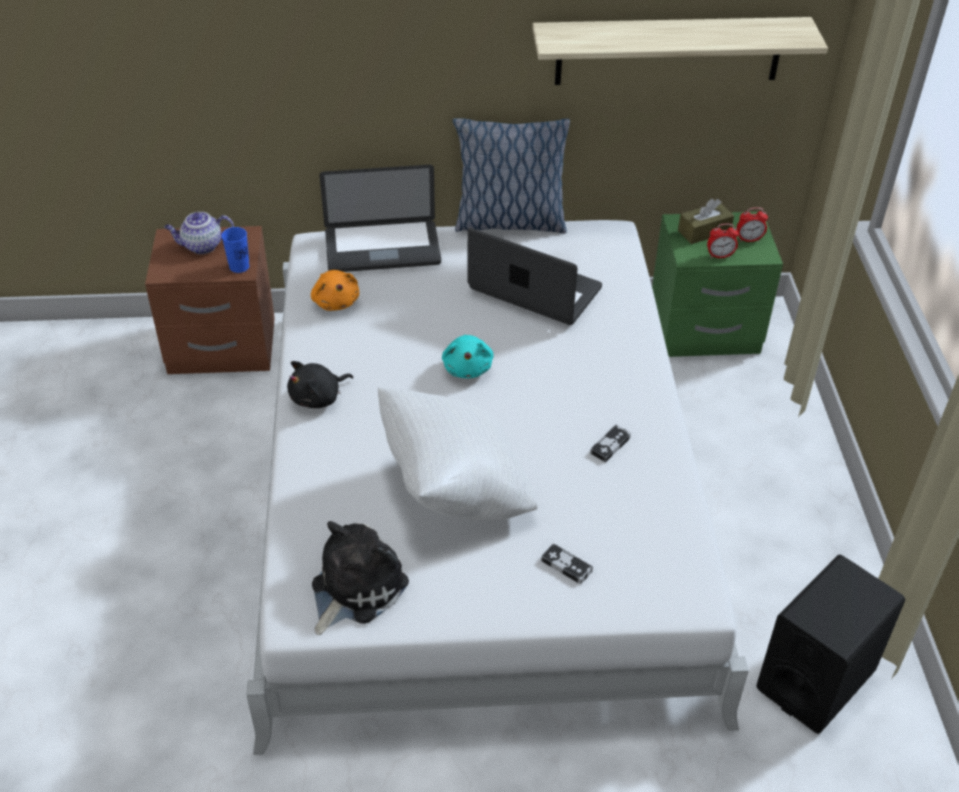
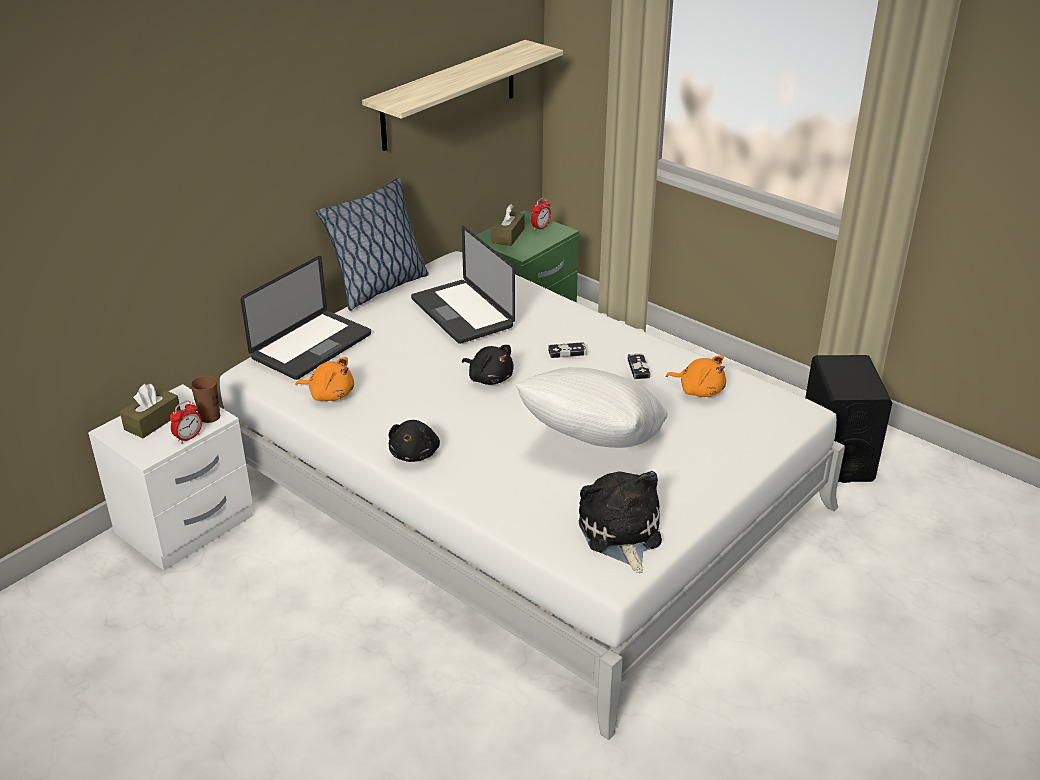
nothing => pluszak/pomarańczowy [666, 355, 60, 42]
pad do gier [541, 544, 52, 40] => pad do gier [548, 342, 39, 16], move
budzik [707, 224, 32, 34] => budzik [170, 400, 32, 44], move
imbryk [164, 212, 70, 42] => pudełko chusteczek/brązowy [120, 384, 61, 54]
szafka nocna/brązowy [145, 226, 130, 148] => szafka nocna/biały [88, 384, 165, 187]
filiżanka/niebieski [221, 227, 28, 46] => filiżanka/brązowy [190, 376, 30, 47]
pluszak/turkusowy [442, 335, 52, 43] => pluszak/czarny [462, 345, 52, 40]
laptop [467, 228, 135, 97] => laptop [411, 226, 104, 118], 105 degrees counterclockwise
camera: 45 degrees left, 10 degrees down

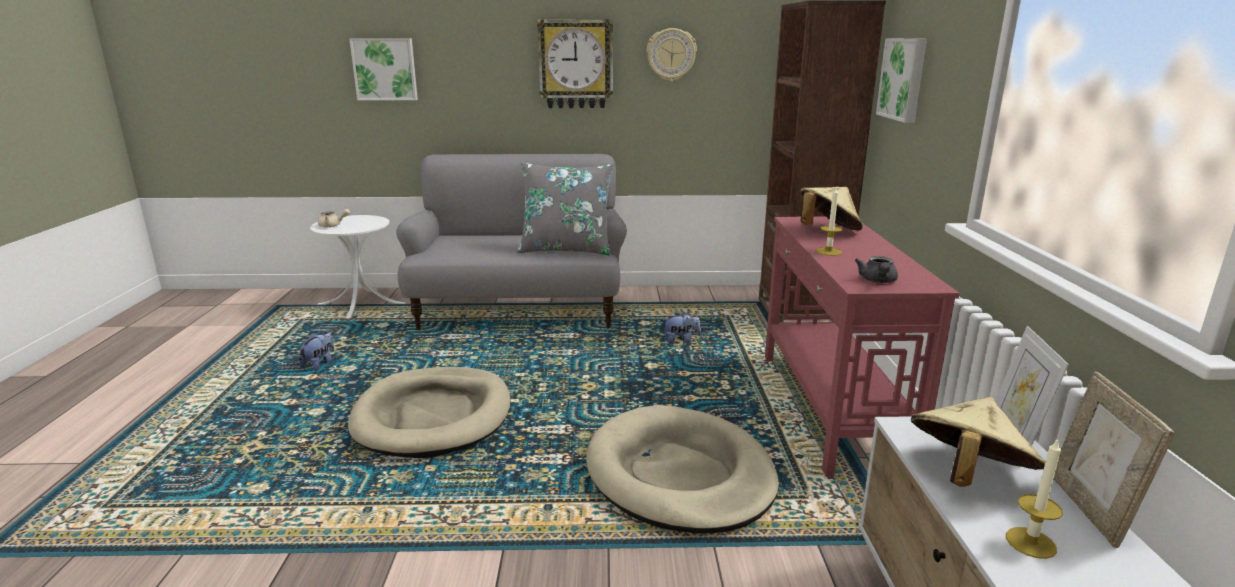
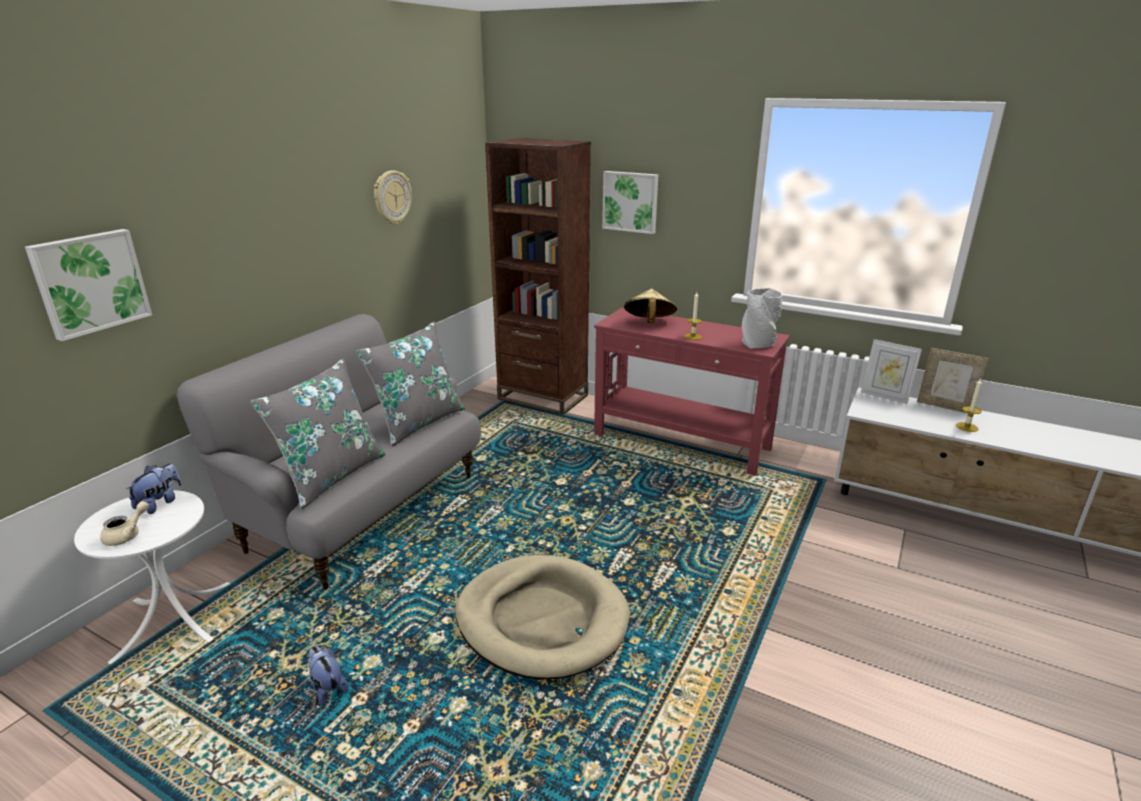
zegar ścienny [537, 19, 76, 89] => nothing
legowisko/beżowy [586, 405, 193, 128] => nothing
kapelusz/beżowy [911, 397, 135, 90] => nothing
nothing => poduszka/szary [251, 358, 134, 151]
pluszak [662, 312, 39, 32] => pluszak [127, 464, 55, 50], move
imbryk/szary [855, 256, 43, 27] => wazon/szary [742, 288, 40, 60]
camera: 60 degrees left, 5 degrees up

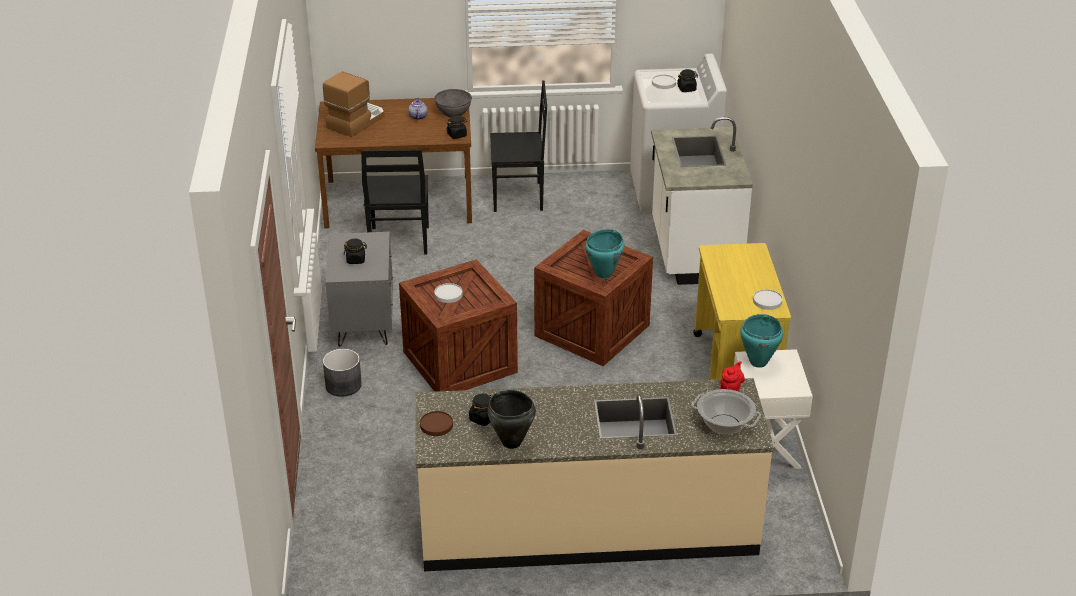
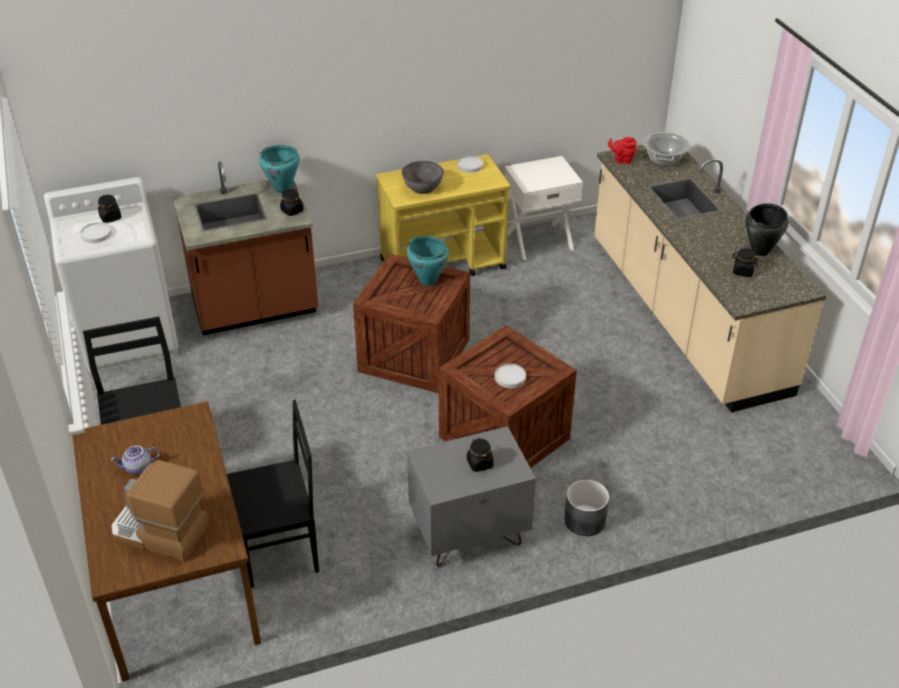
talerz/brązowy [420, 411, 33, 25] => nothing
miska/szary [434, 89, 38, 28] => miska/szary [402, 161, 42, 33], move
słoik/czarny [447, 115, 20, 24] => słoik/czarny [280, 189, 23, 27], move
garnek/turkusowy [740, 314, 43, 54] => garnek/turkusowy [259, 145, 41, 48], move
zabudowa kuchenna/biały [651, 117, 102, 168] => zabudowa kuchenna/brązowy [172, 161, 147, 174]
camera: 105 degrees left, 5 degrees up

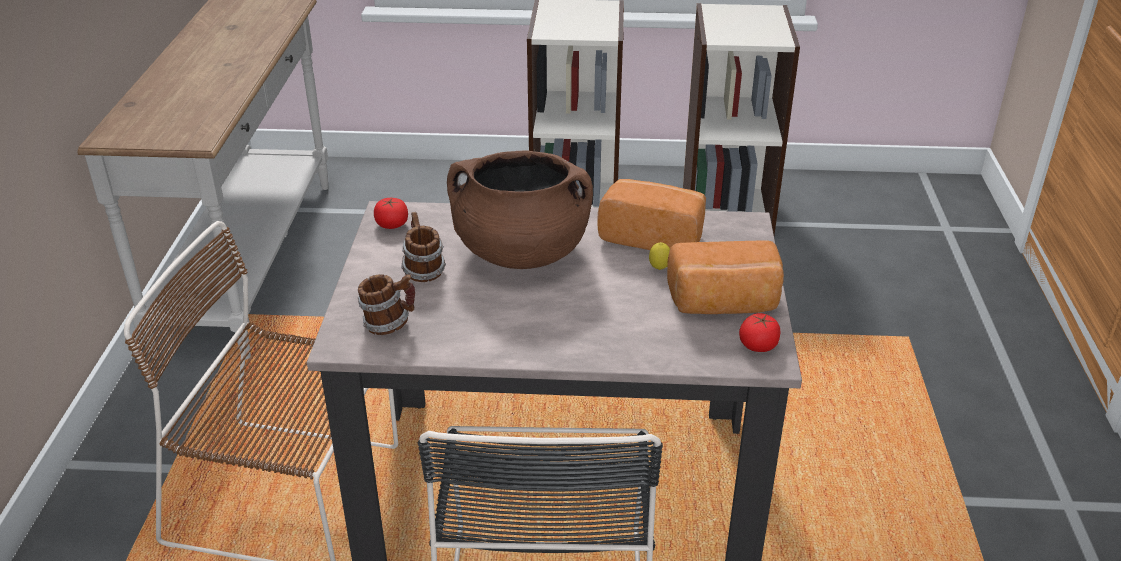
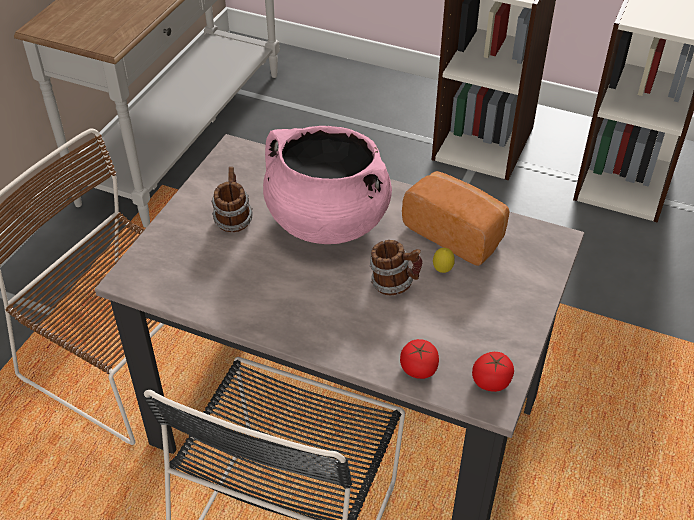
chleb [667, 240, 117, 74] => nothing
kubek [358, 274, 57, 61] => kubek [370, 240, 52, 56], move
pomidor [374, 197, 34, 32] => pomidor [400, 339, 39, 40], move
garnek/brązowy [447, 151, 146, 118] => garnek/różowy [263, 126, 129, 118]
camera: 20 degrees right, 10 degrees up

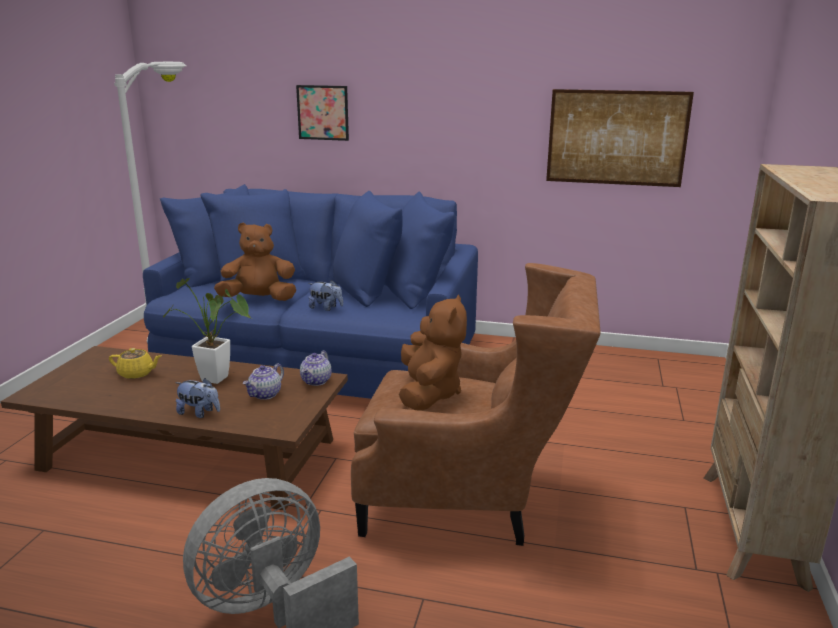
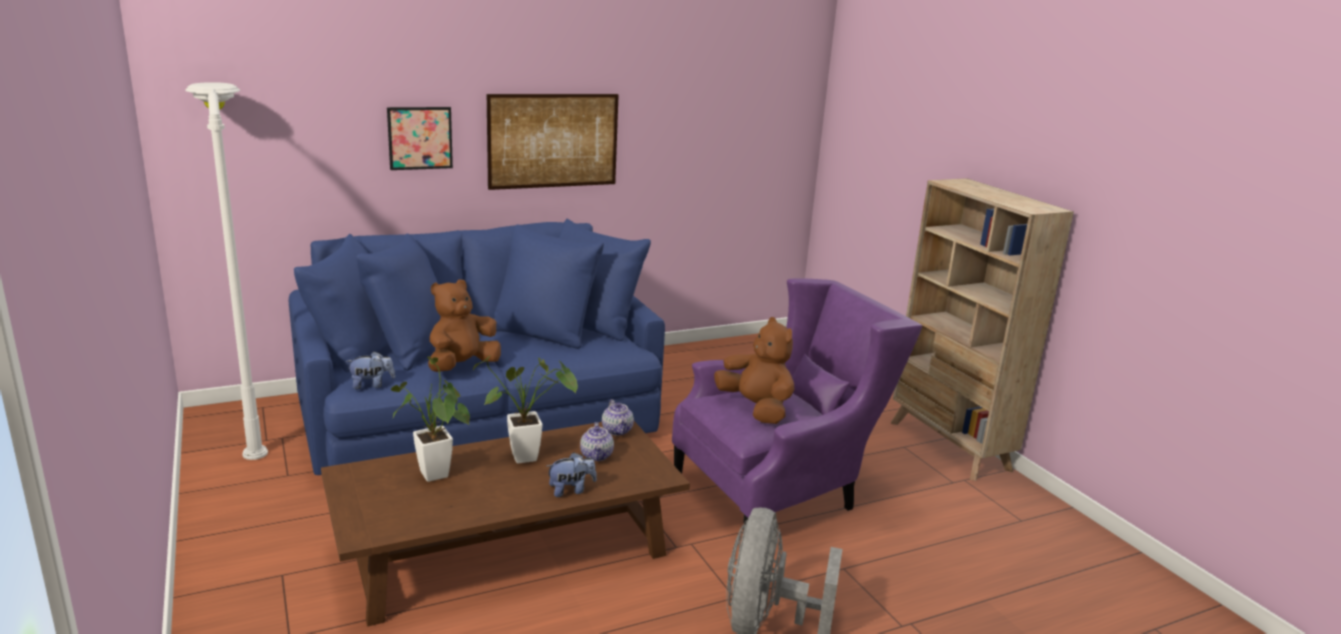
pluszak [308, 280, 35, 31] => pluszak [346, 351, 49, 38], move
obraz [546, 89, 148, 98] => obraz [487, 94, 132, 96], move
imbryk/żółty [109, 348, 53, 31] => roślina doniczkowa [391, 357, 79, 125]
fotel/brązowy [351, 263, 250, 283] => fotel/fioletowy [672, 278, 250, 252]
camera: 40 degrees left, 0 degrees up

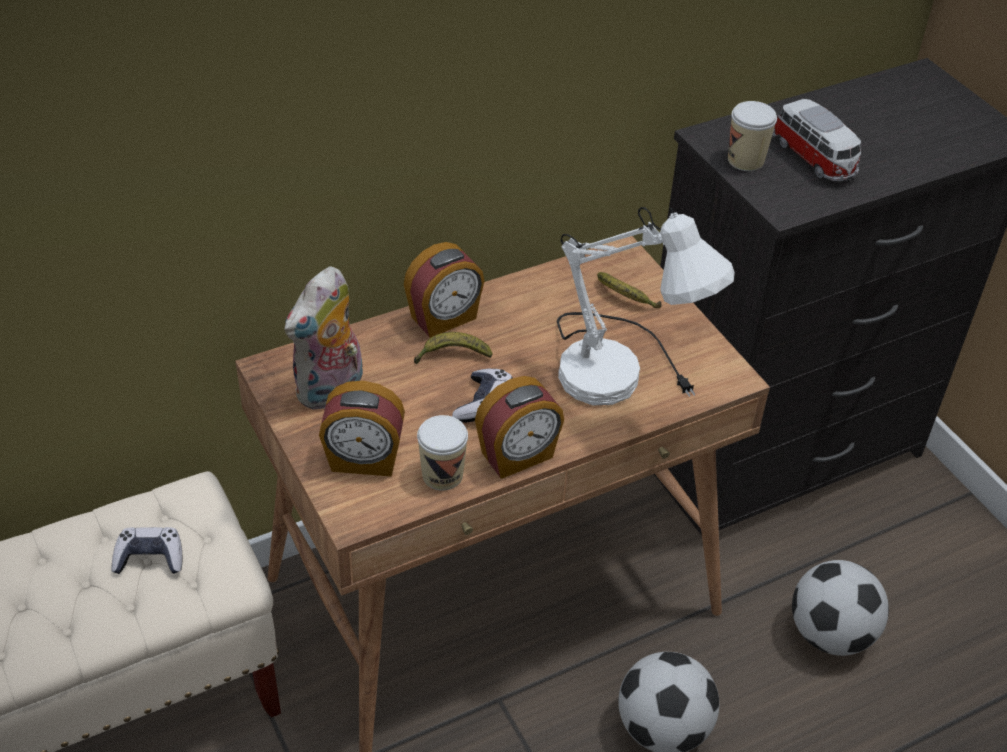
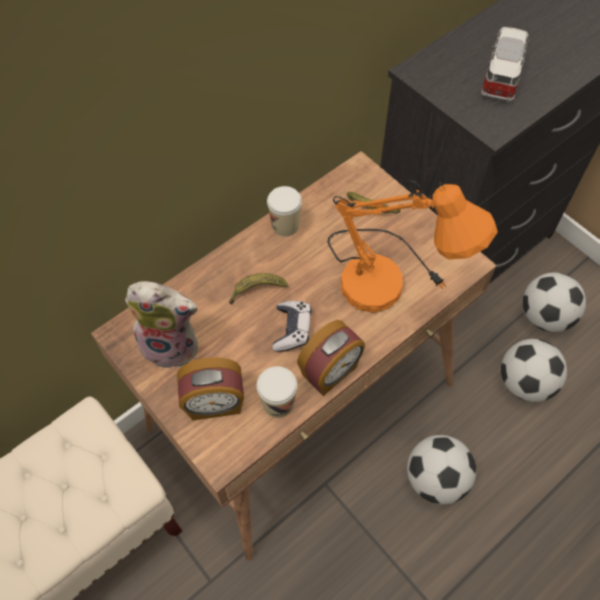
pad do gier [111, 527, 72, 47] => nothing
budzik [404, 242, 80, 96] => nothing
nothing => piłka futbolowa [523, 272, 63, 60]
filiżanka [728, 101, 49, 70] => filiżanka [267, 186, 35, 51], move
lampa stołowa/biały [557, 207, 178, 198] => lampa stołowa/pomarańczowy [327, 180, 171, 133]
pluszak [284, 267, 79, 143] => pluszak [125, 281, 73, 87], 105 degrees counterclockwise
samochodzik [772, 99, 89, 82] => samochodzik [481, 27, 49, 75], 120 degrees counterclockwise
camera: 10 degrees left, 15 degrees up

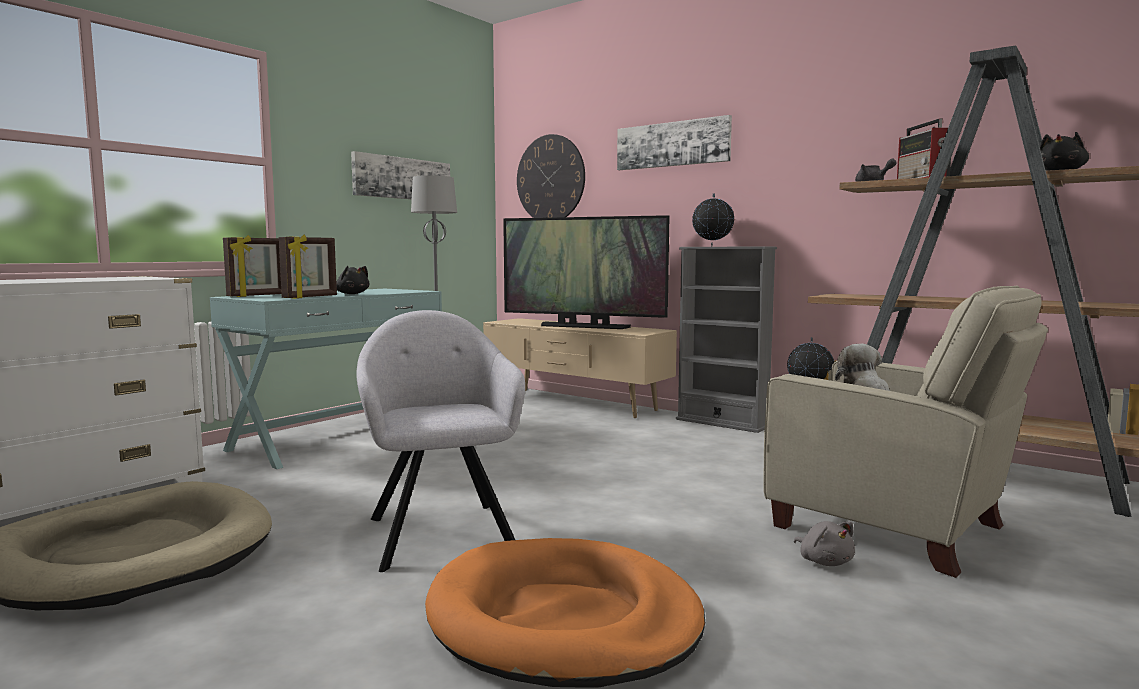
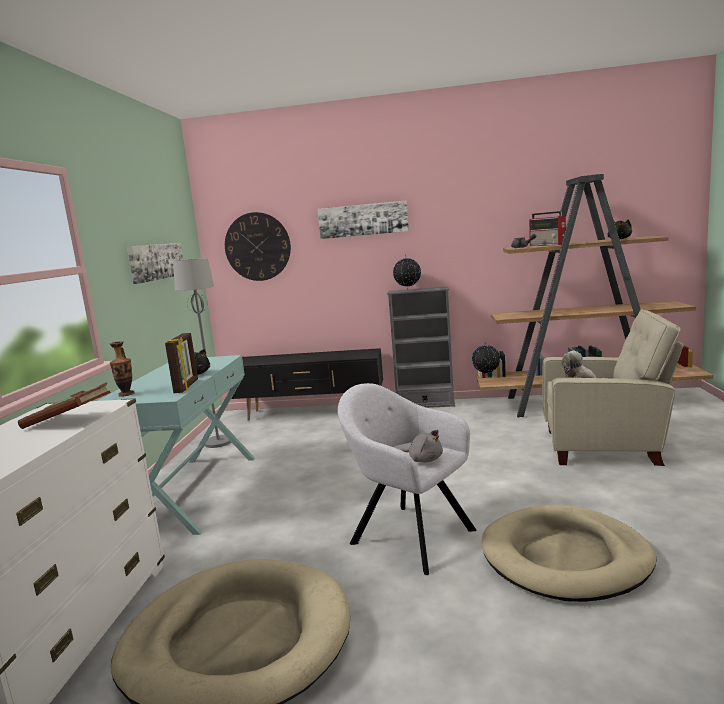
telewizor [503, 215, 167, 114] => nothing
nothing => książka/brązowy [18, 383, 93, 46]
pluszak/szary [794, 521, 61, 45] => pluszak/szary [400, 430, 43, 32], move
ramka na zdjęcie [223, 235, 58, 62] => wazon [110, 341, 25, 56]
legowisko/pomarańczowy [425, 538, 280, 150] => legowisko/beżowy [482, 505, 174, 97]
szafka pod telewizor/beżowy [483, 318, 194, 100] => szafka pod telewizor/czarny [231, 348, 152, 73]
camera: 30 degrees left, 5 degrees up

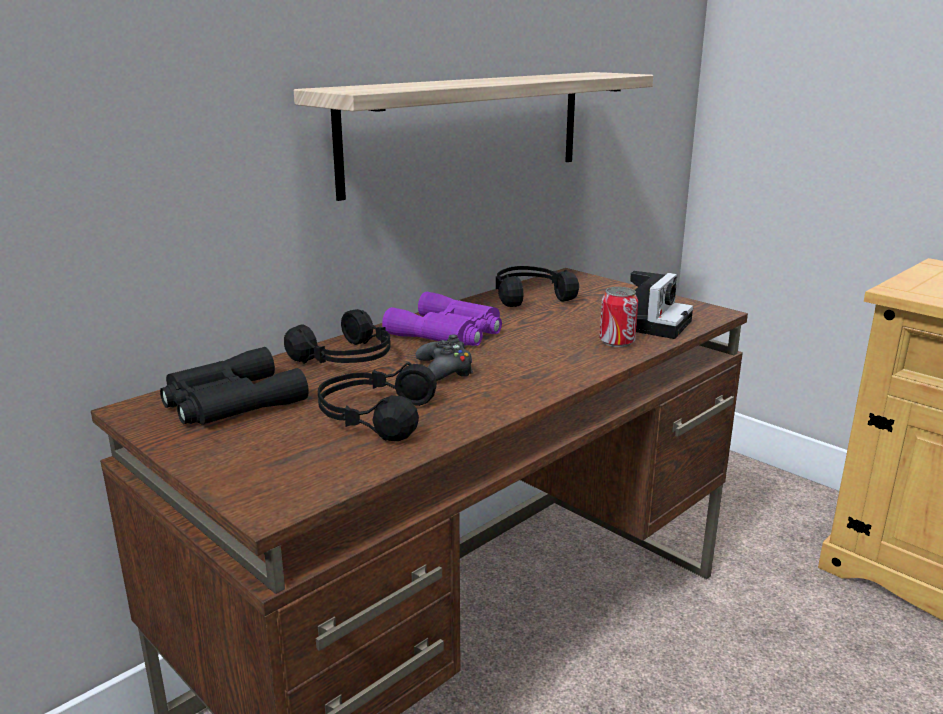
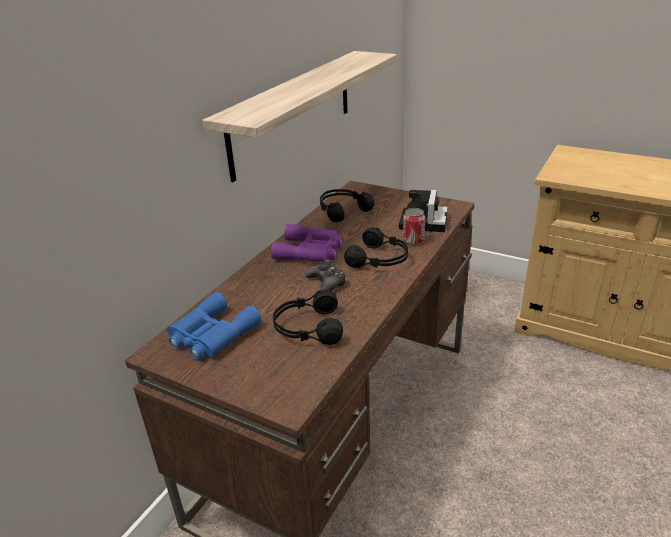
słuchawki/czarny [284, 309, 107, 55] => słuchawki/czarny [344, 227, 64, 41], move
lornetka/czarny [160, 347, 149, 78] => lornetka/niebieski [167, 292, 94, 67]
camera: 15 degrees left, 10 degrees up

